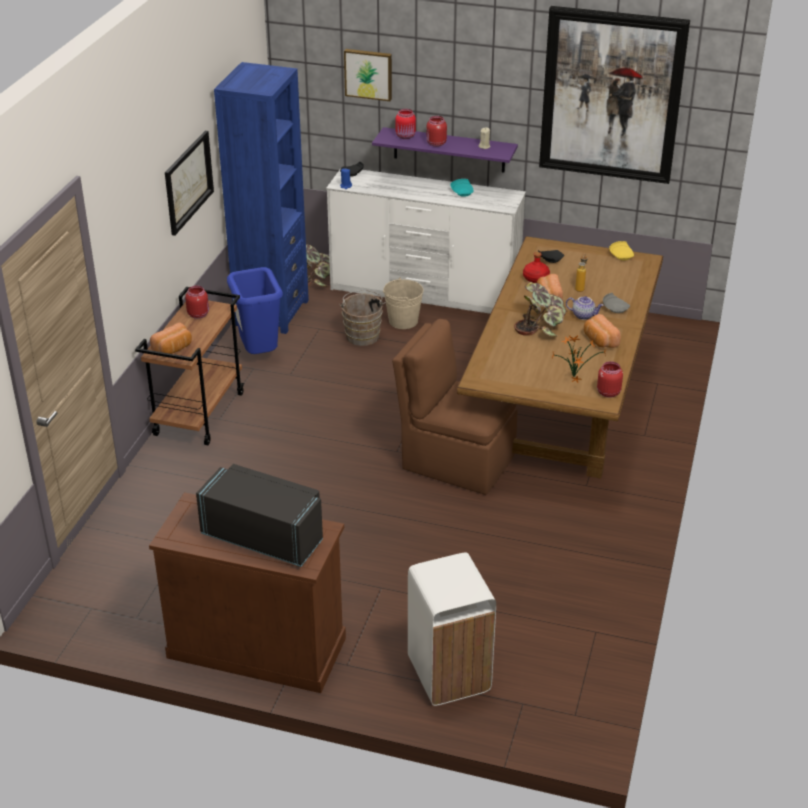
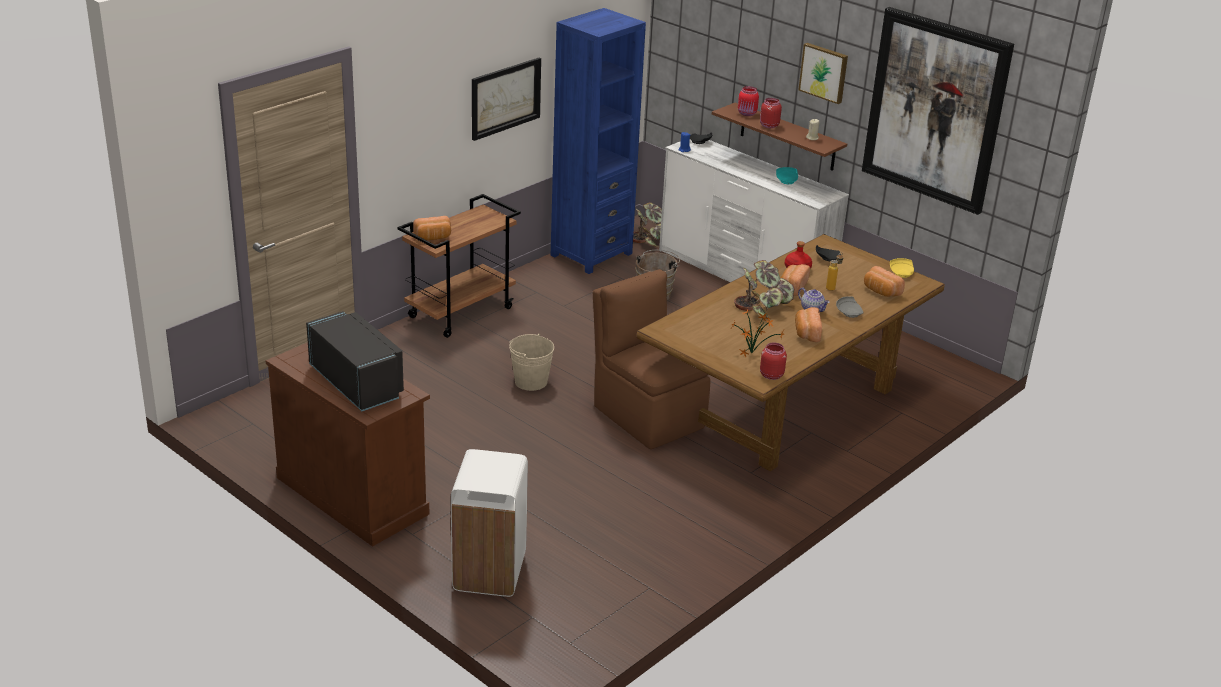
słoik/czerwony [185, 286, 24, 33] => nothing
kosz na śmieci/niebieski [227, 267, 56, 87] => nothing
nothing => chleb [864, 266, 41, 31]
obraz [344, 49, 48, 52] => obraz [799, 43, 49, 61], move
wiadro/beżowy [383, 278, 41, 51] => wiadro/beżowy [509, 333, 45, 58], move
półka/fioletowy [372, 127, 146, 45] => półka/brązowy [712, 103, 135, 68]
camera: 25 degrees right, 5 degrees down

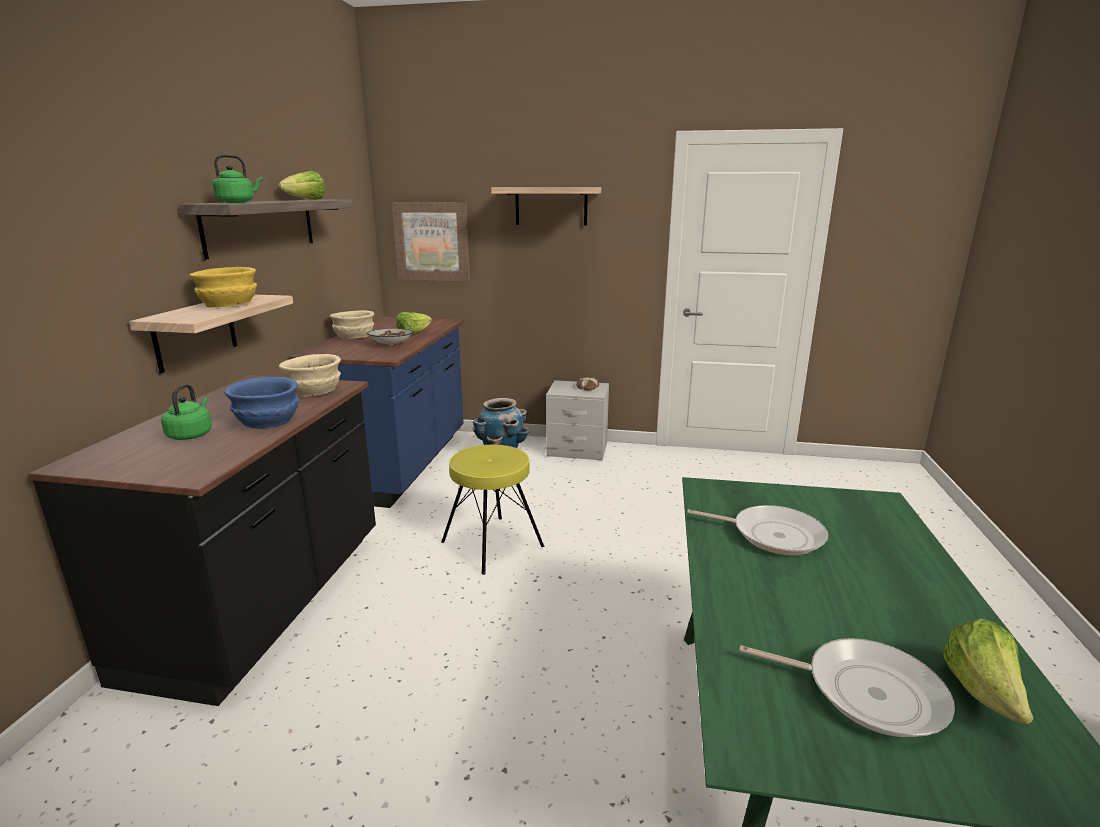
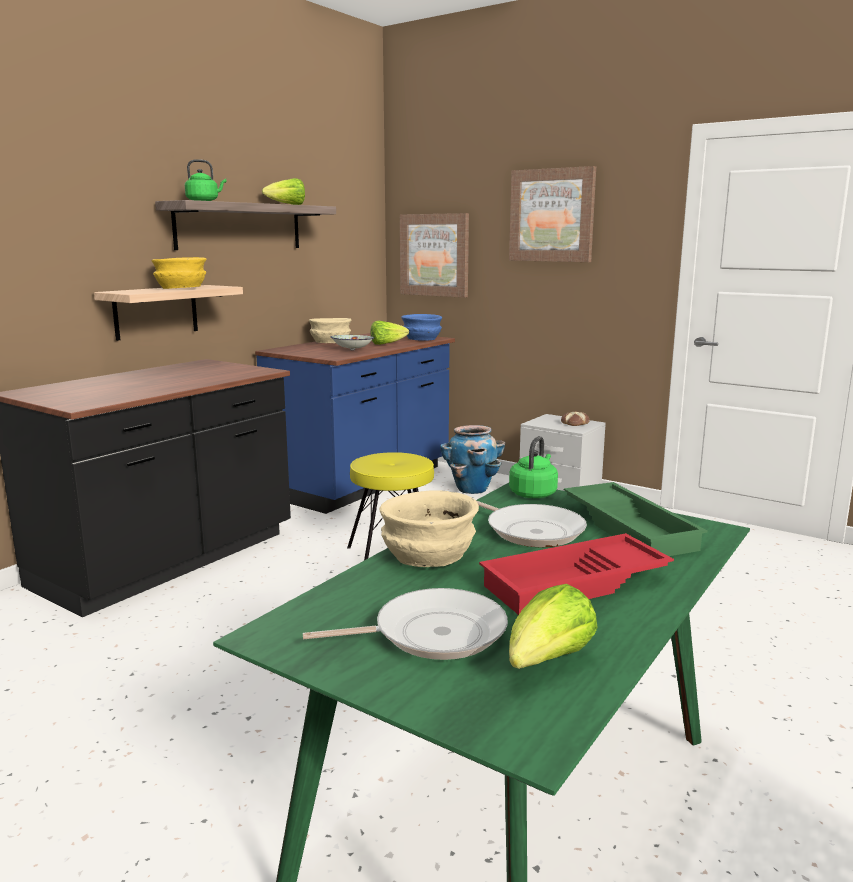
nothing => taca/czerwony [479, 533, 195, 82]
nothing => taca/zielony [564, 482, 144, 74]
czajnik/zielony [161, 384, 51, 56] => czajnik/zielony [509, 436, 49, 62], move
miska/niebieski [224, 377, 75, 51] => miska/niebieski [401, 314, 41, 27], move
miska/beżowy [279, 354, 62, 43] => miska/beżowy [380, 490, 99, 77], move
półka [491, 187, 110, 38] => obraz [509, 166, 87, 96]
patelnia [739, 638, 216, 99] => patelnia [303, 588, 205, 72], 60 degrees counterclockwise
camera: 25 degrees right, 5 degrees down

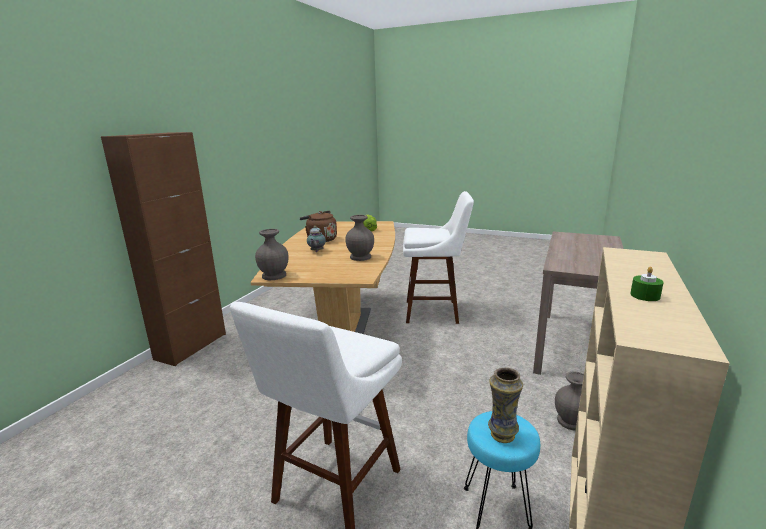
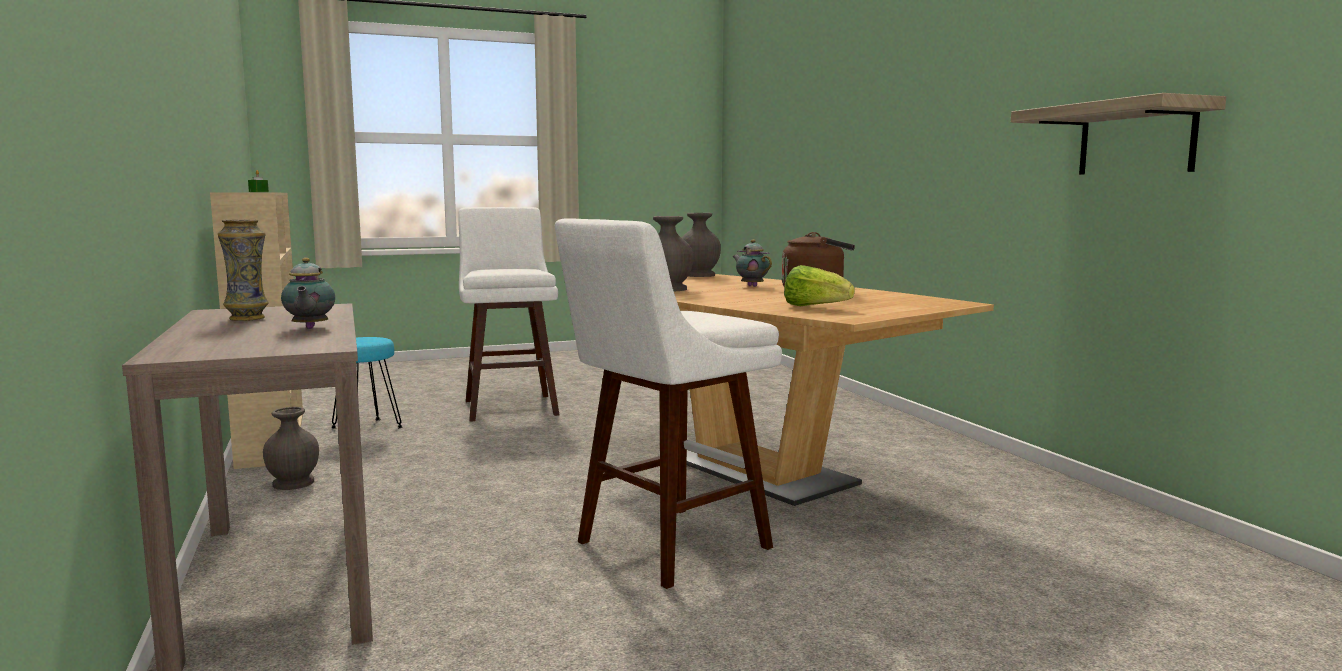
szafka/brązowy [101, 132, 125, 234] => nothing
nothing => imbryk [281, 258, 54, 71]
nothing => półka [1011, 93, 215, 82]
wazon [488, 367, 35, 76] => wazon [218, 220, 51, 101], move
camera: 135 degrees right, 10 degrees down

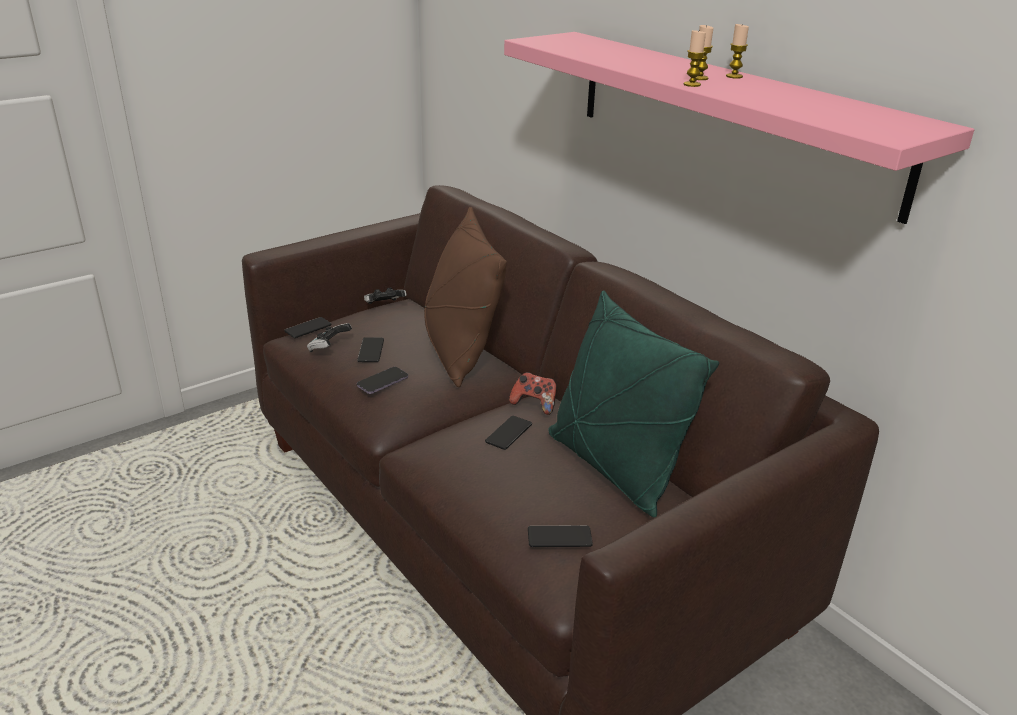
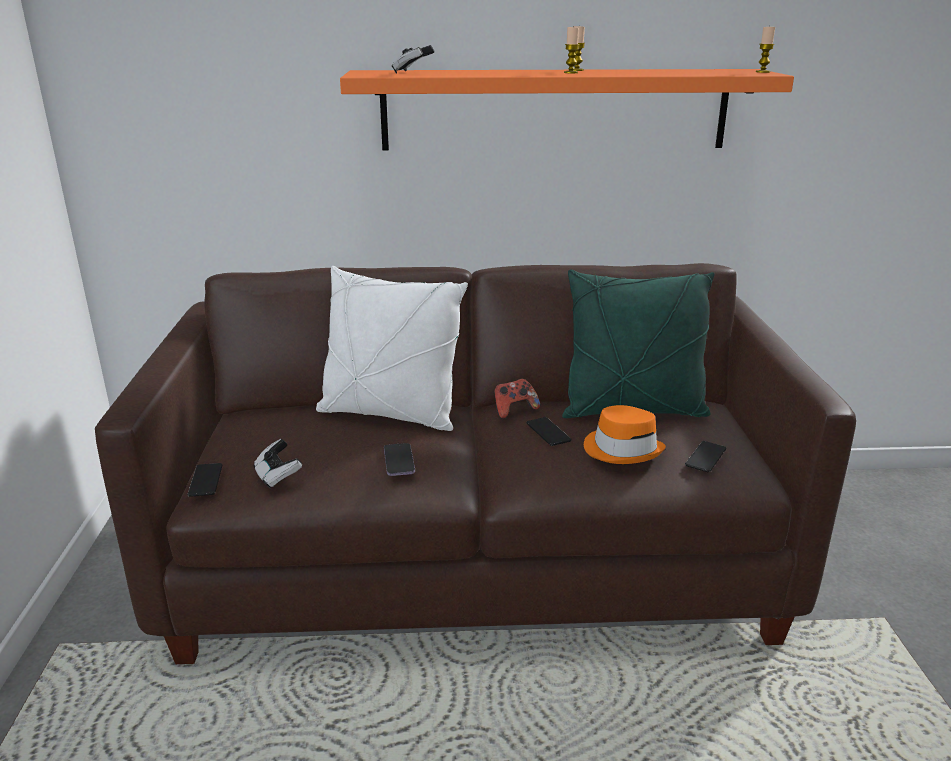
telefon [357, 337, 27, 25] => nothing
nothing => kapelusz/pomarańczowy [584, 405, 82, 59]
pad do gier [364, 288, 43, 16] => pad do gier [392, 45, 43, 29], move
świeca [684, 30, 22, 57] => świeca [756, 26, 19, 47], move
poduszka/brązowy [424, 207, 83, 180] => poduszka/biały [316, 266, 152, 165]
półka/różowy [504, 32, 470, 192] => półka/pomarańczowy [340, 69, 454, 82]
camera: 55 degrees left, 5 degrees down

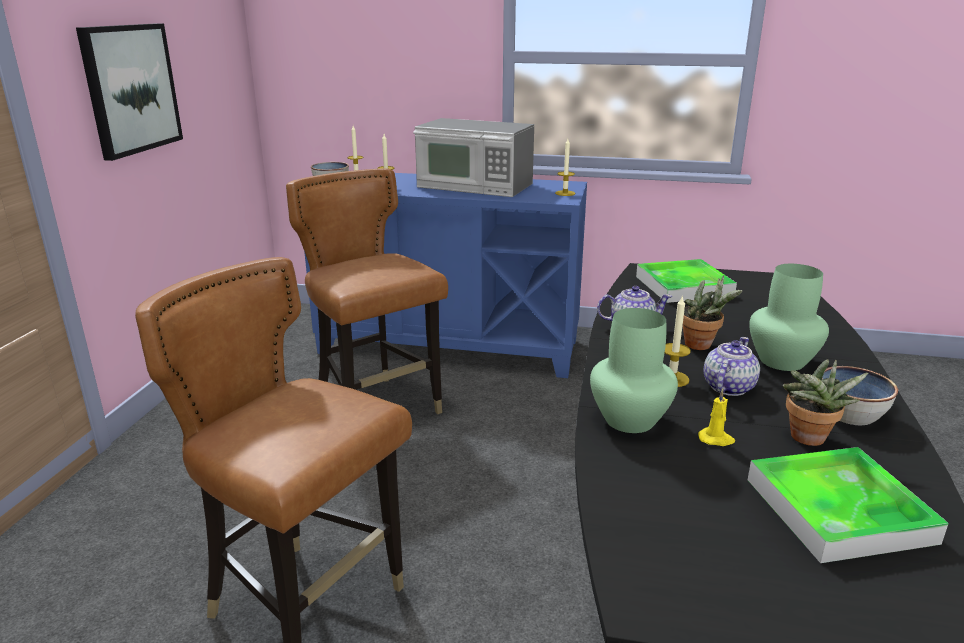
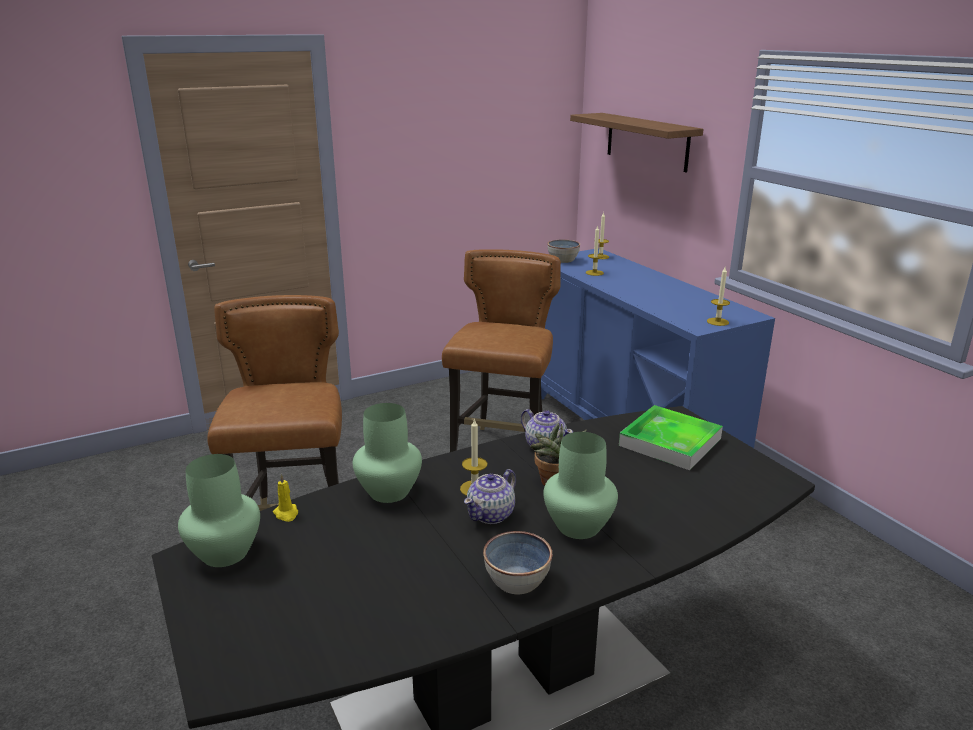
obraz [76, 23, 107, 138] => nothing
mikrofalówka [413, 118, 121, 79] => nothing
taca [748, 447, 201, 116] => nothing
roślina doniczkowa [783, 359, 85, 87] => nothing
nothing => wazon/zielony [178, 454, 82, 113]
nothing => półka [570, 113, 134, 59]
świeca/żółty [698, 389, 37, 57] => świeca/żółty [273, 474, 25, 48], move
imbryk [704, 337, 56, 59] => imbryk [464, 469, 52, 55], 135 degrees clockwise
camera: 50 degrees right, 0 degrees up

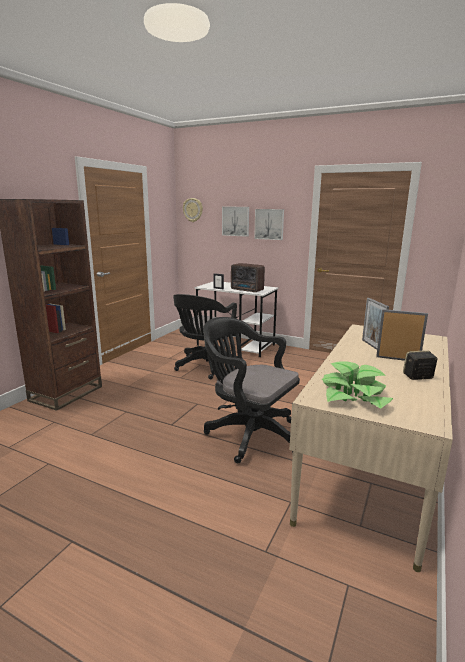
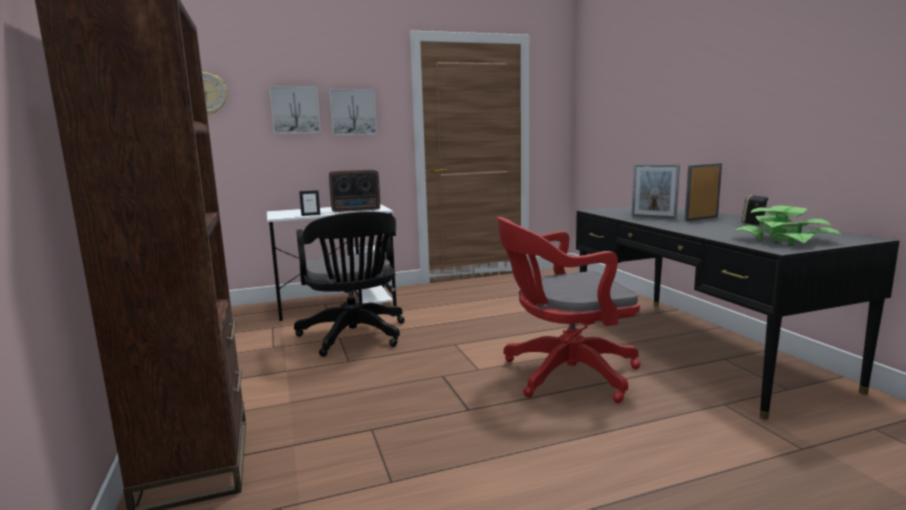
krzesło biurowe/czarny [203, 317, 97, 146] => krzesło biurowe/czerwony [497, 217, 143, 186]
biurko/beżowy [289, 324, 164, 248] => biurko/czarny [576, 206, 324, 214]
camera: 45 degrees left, 5 degrees down

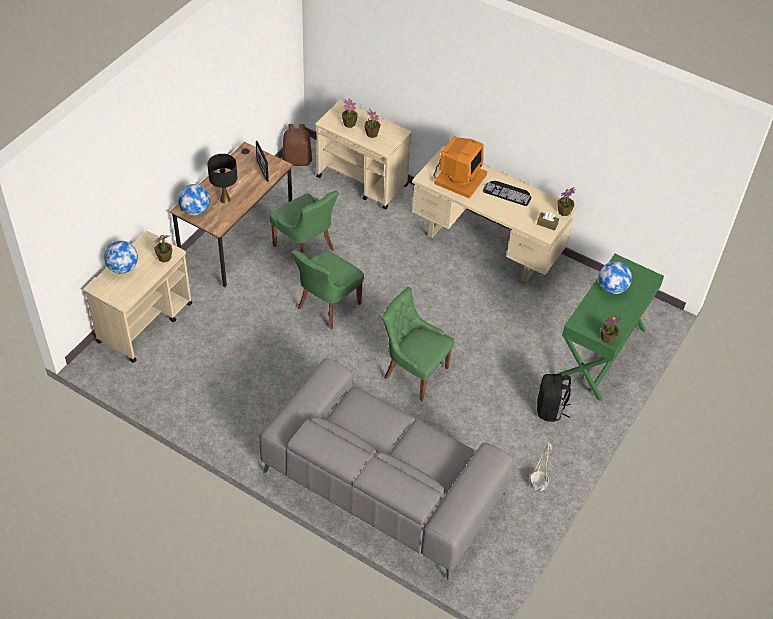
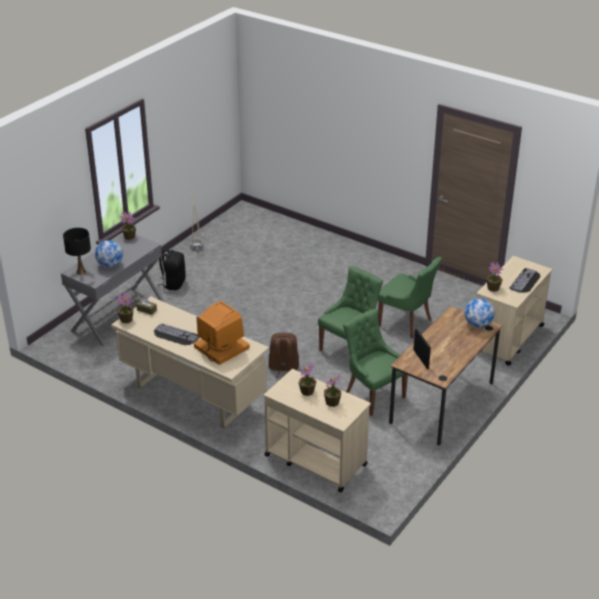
kanapa/szary [259, 358, 255, 222] => nothing
lampa stołowa/czarny [207, 154, 30, 49] => lampa stołowa/czarny [63, 228, 28, 47], move
plecak/brązowy [282, 124, 30, 42] => plecak/brązowy [268, 333, 31, 45], move
krzesło/zielony [382, 287, 72, 114] => krzesło/zielony [378, 257, 64, 81], move
globus [104, 241, 34, 33] => klawiatura [509, 268, 32, 25]
biurko/zielony [557, 254, 107, 147] => biurko/szary [61, 234, 104, 112]
monitor [434, 136, 53, 62] => monitor [194, 301, 56, 64], 105 degrees clockwise
camera: 175 degrees left, 15 degrees down

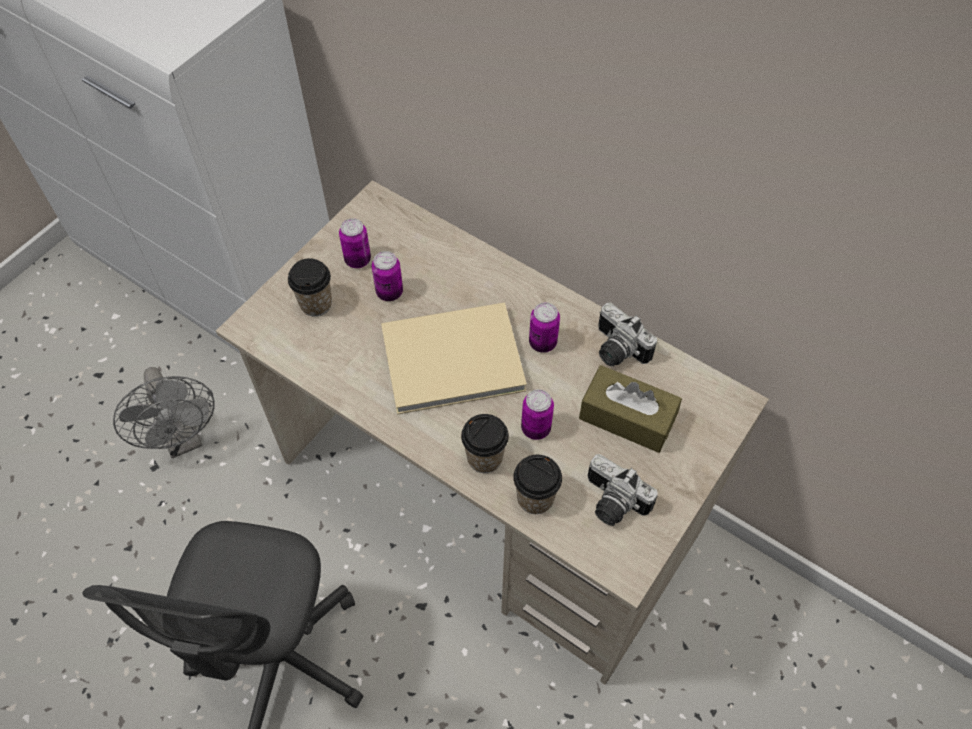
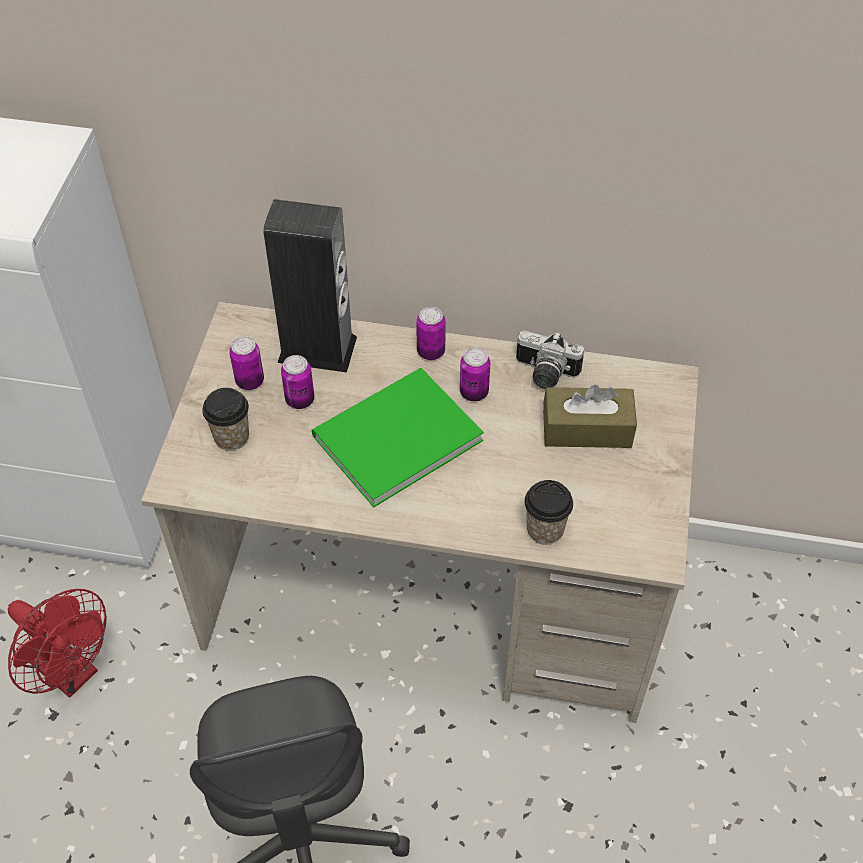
filiżanka [461, 414, 48, 59] => nothing
aparat fotograficzny [588, 454, 70, 72] => nothing
nothing => głośnik [263, 199, 94, 173]
puszka [521, 389, 33, 51] => puszka [416, 307, 30, 53], move
wentylator/szary [113, 367, 102, 91] => wentylator/czerwony [8, 589, 99, 109]
książka/beżowy [381, 302, 146, 112] => książka/zielony [312, 368, 172, 139]
camera: 25 degrees left, 5 degrees down

